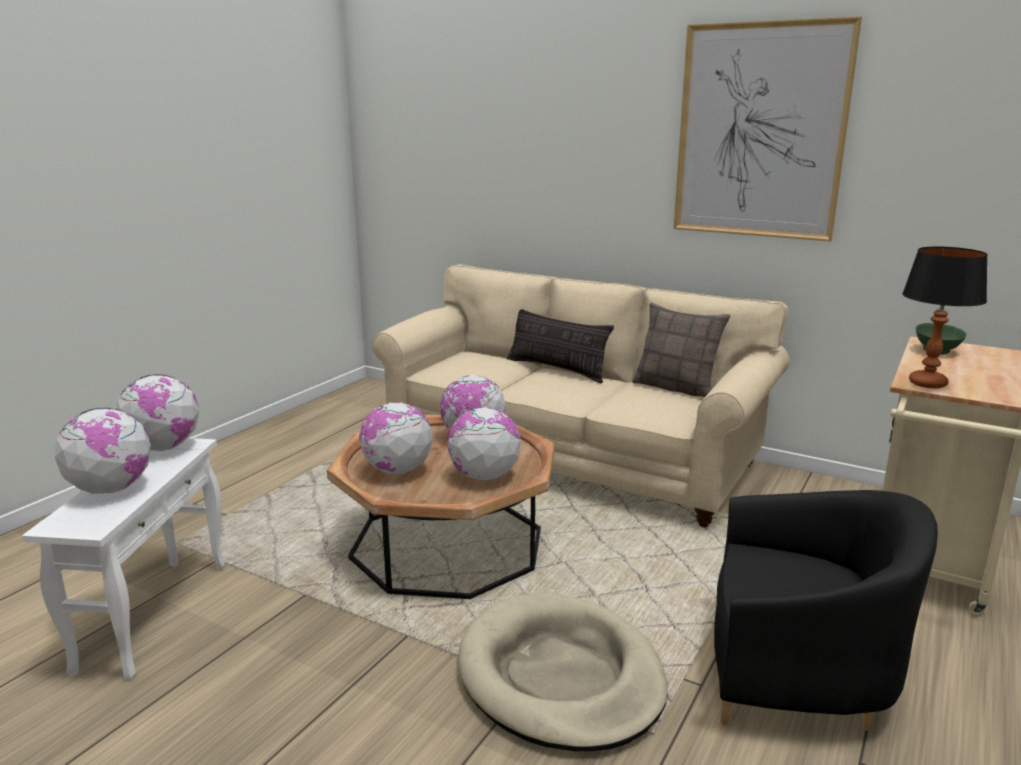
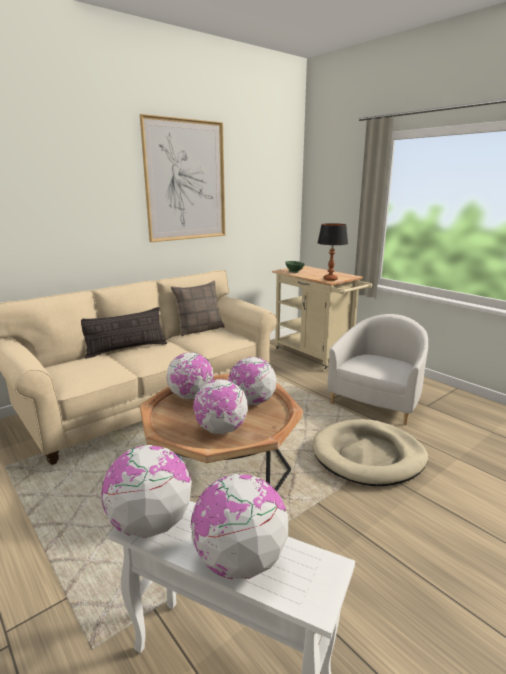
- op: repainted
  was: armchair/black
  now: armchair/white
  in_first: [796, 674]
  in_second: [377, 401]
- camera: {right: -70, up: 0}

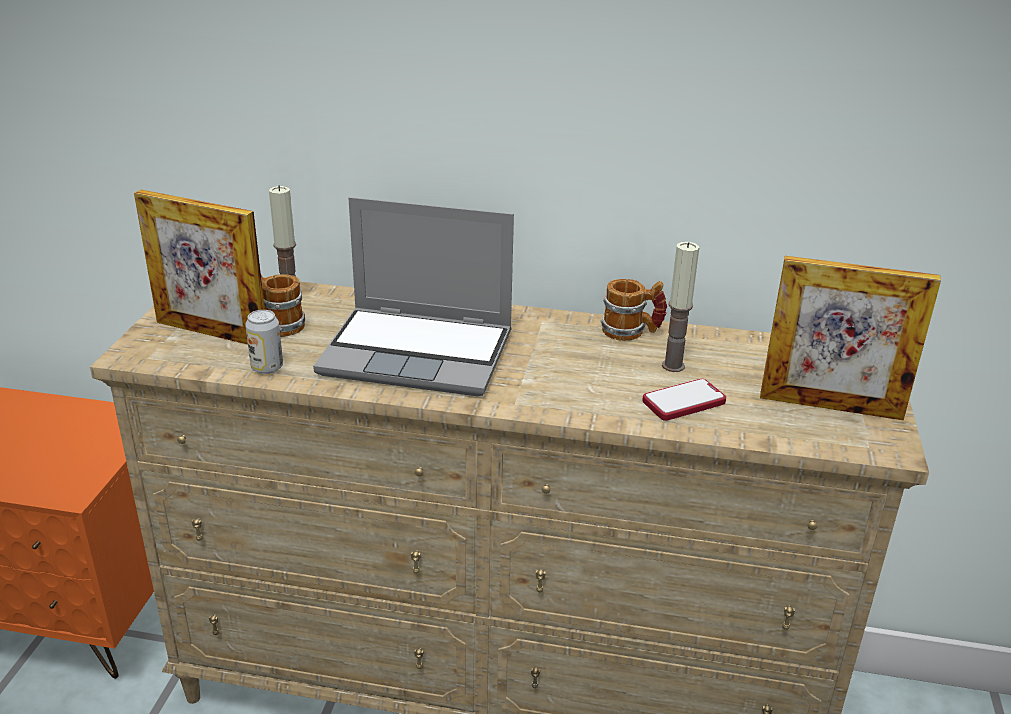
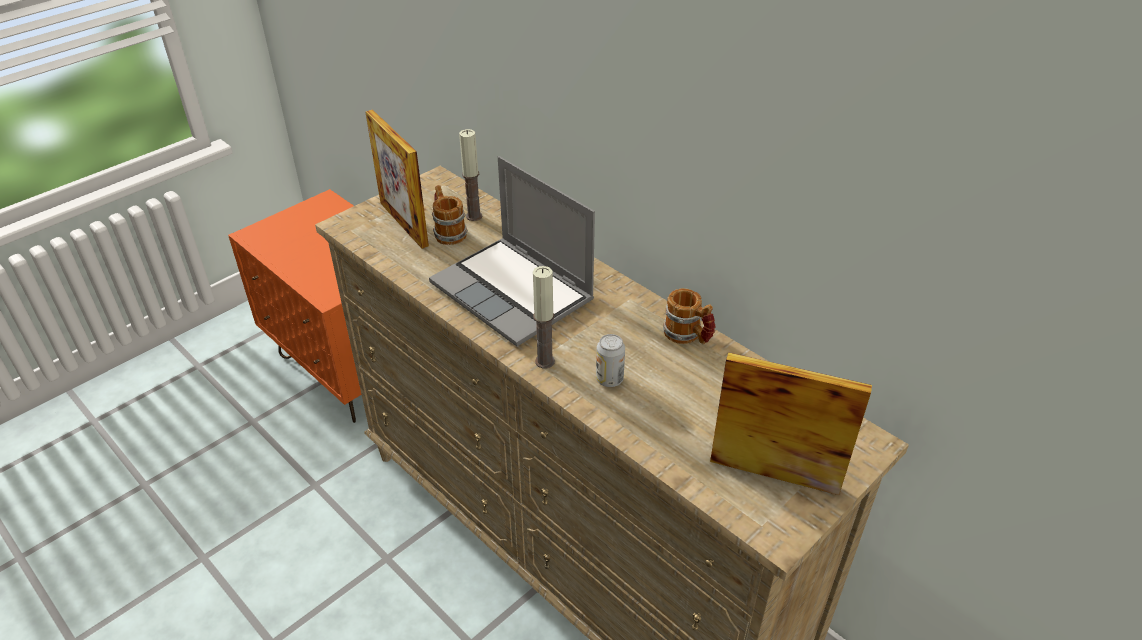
- op: shifted
  was: candle
  in_first: [673, 366]
  in_second: [545, 361]
- op: shifted
  was: can
  in_first: [267, 367]
  in_second: [609, 379]
- op: rotated
  was: picture frame
  in_first: [830, 406]
  in_second: [774, 474]
  clockwise: 150
- op: gone
  was: phone
  in_first: [683, 402]
- camera: {right: 35, up: 10}

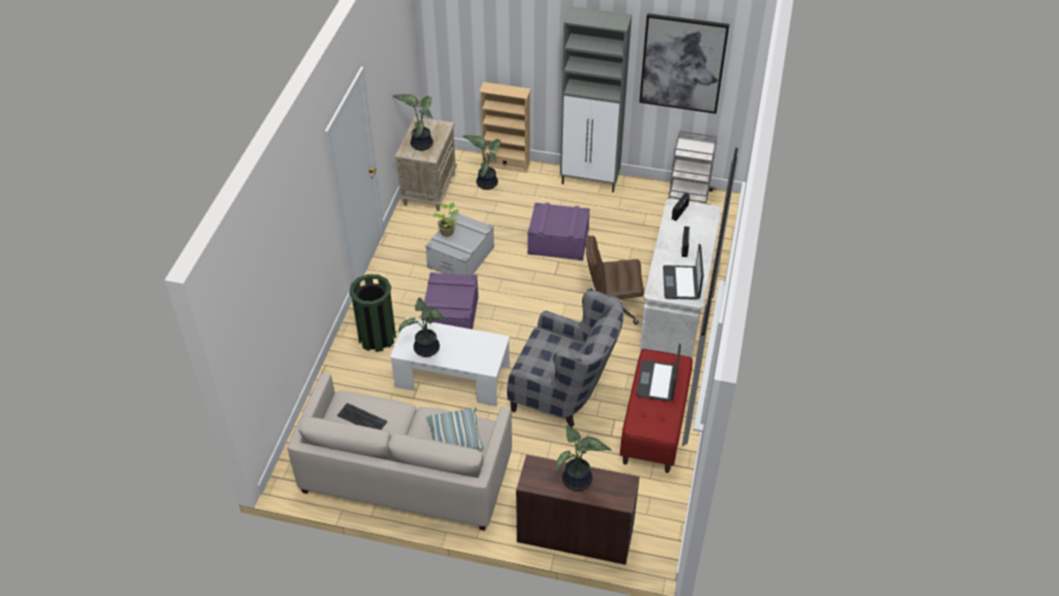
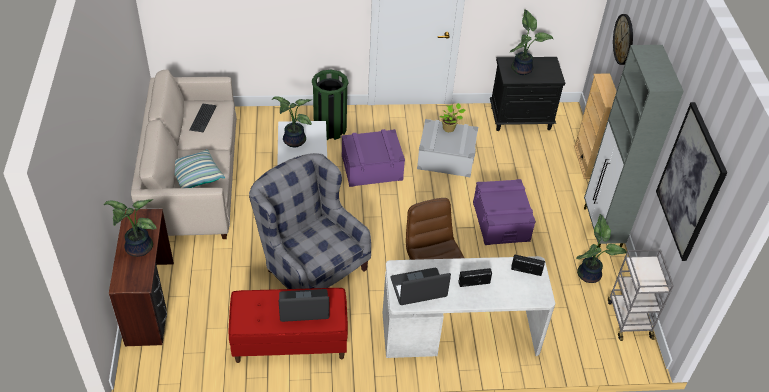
- op: rotated
  was: armchair/grey
  in_first: [565, 392]
  in_second: [310, 264]
  clockwise: 135
- op: repainted
  was: nightstand/beige
  now: nightstand/black
  in_first: [429, 189]
  in_second: [521, 118]
- op: shifted
  was: potted plant
  in_first: [486, 183]
  in_second: [590, 274]
- op: new
  now: wall clock
  in_second: [624, 39]
- camera: {right: 70, up: 0}

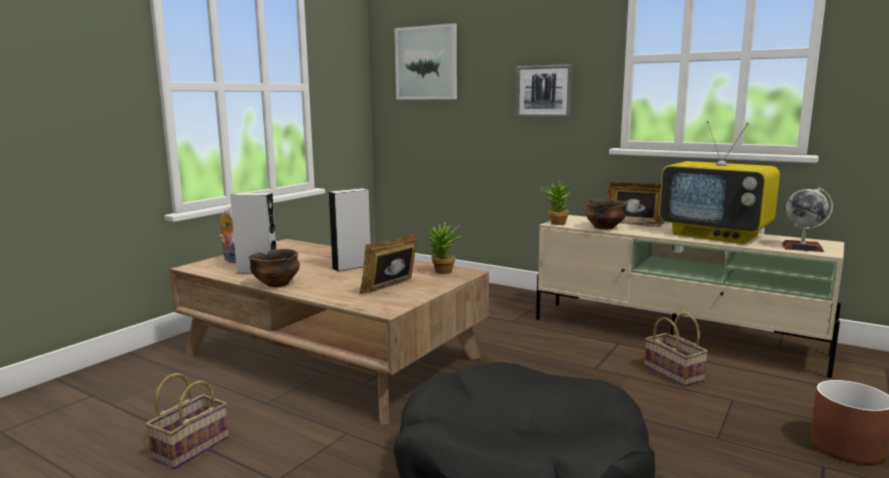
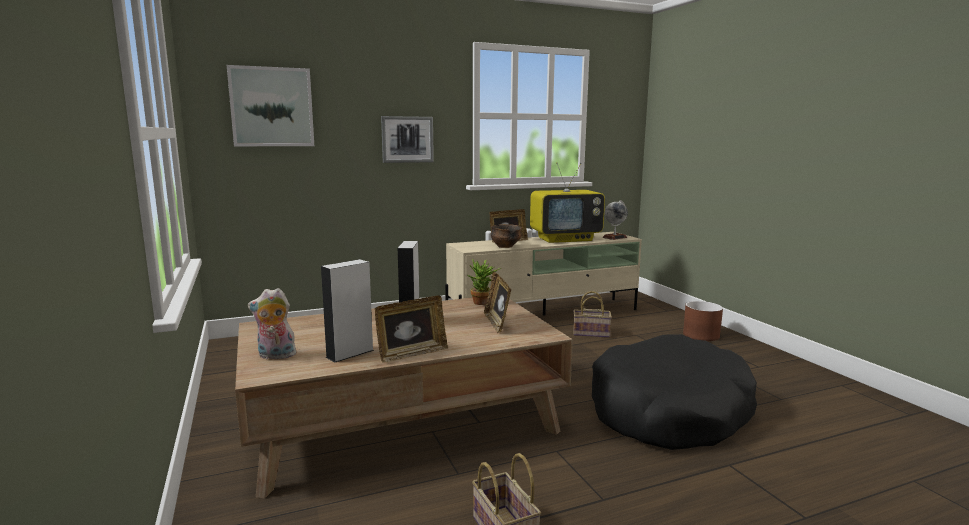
- op: swapped
  was: bowl
  now: picture frame
  in_first: [276, 284]
  in_second: [412, 354]
- op: gone
  was: potted plant
  in_first: [555, 223]
- camera: {right: -55, up: 0}

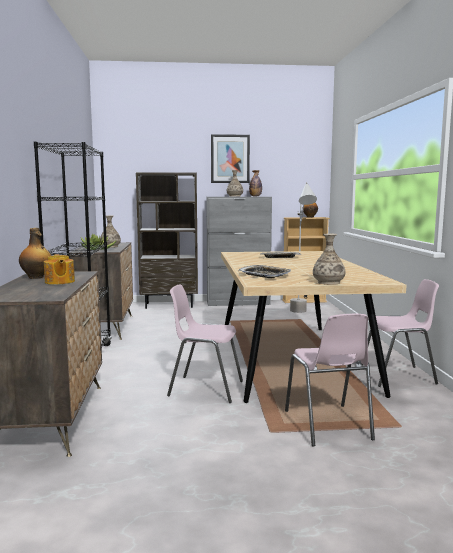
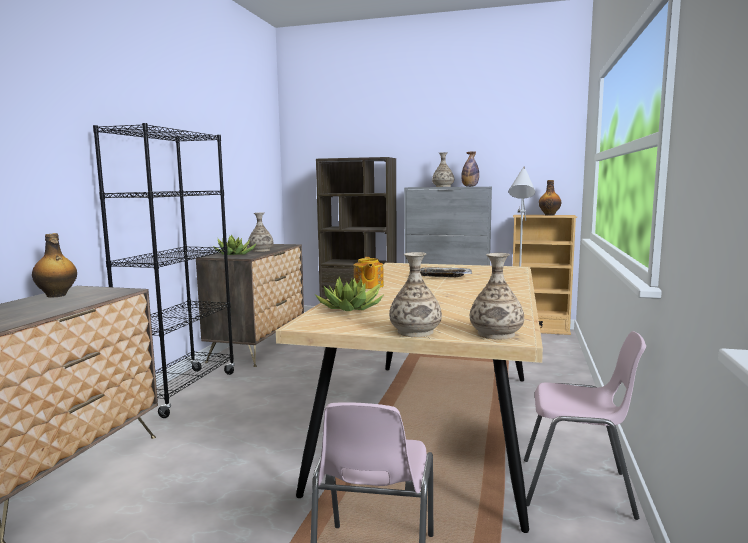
- op: swapped
  was: tray
  now: potted plant
  in_first: [264, 275]
  in_second: [352, 308]
- op: shifted
  was: teapot
  in_first: [59, 282]
  in_second: [368, 286]
- op: new
  now: vase
  in_second: [495, 334]
- op: gone
  was: chair/pink
  in_first: [205, 388]
- op: gone
  was: picture
  in_first: [230, 159]
- camera: {right: 20, up: 0}

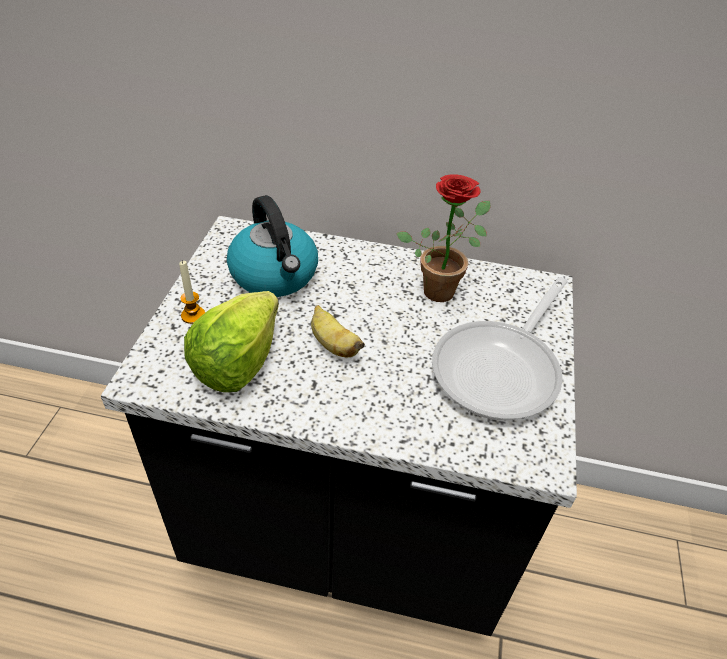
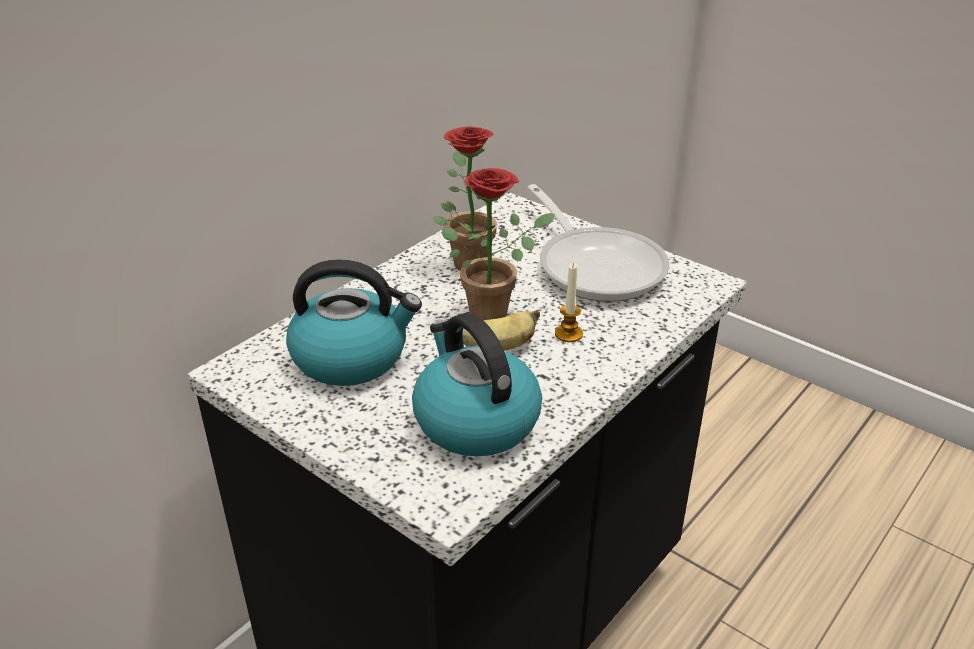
- op: swapped
  was: lettuce
  now: kettle
  in_first: [237, 362]
  in_second: [474, 420]
- op: new
  now: potted plant
  in_second: [496, 311]
- op: shifted
  was: candle
  in_first: [193, 315]
  in_second: [568, 334]
- camera: {right: -60, up: -10}

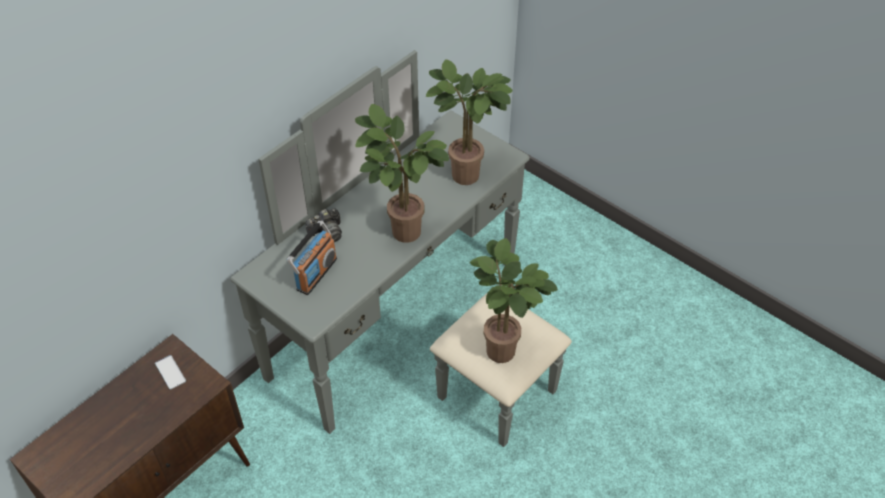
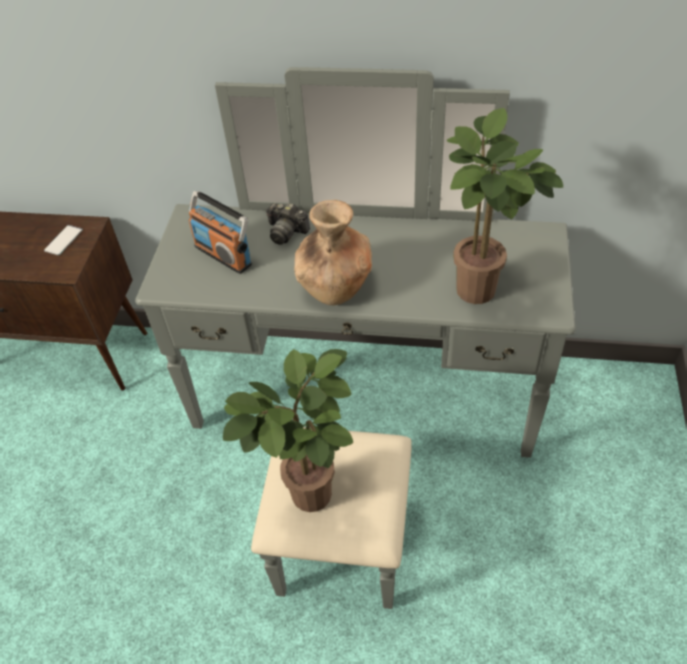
- op: rotated
  was: radio
  in_first: [316, 274]
  in_second: [224, 255]
  clockwise: 45
- op: swapped
  was: potted plant
  now: vase/brown
  in_first: [401, 233]
  in_second: [335, 285]
- camera: {right: 60, up: 0}

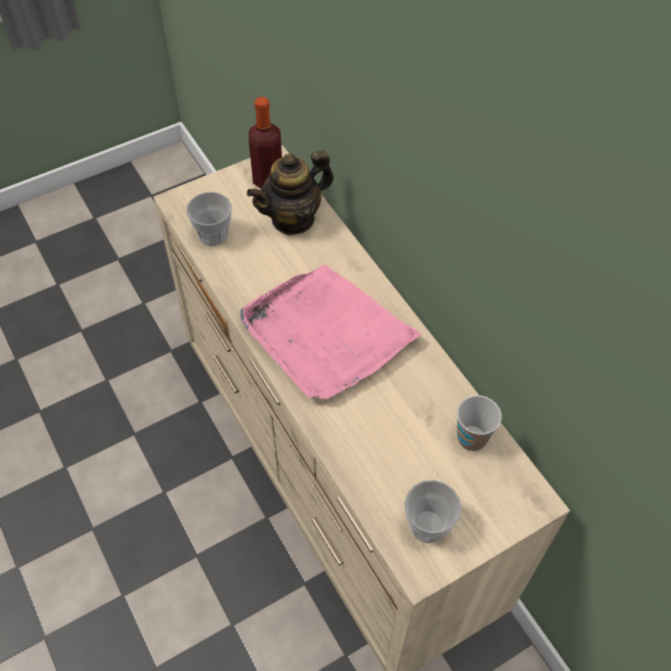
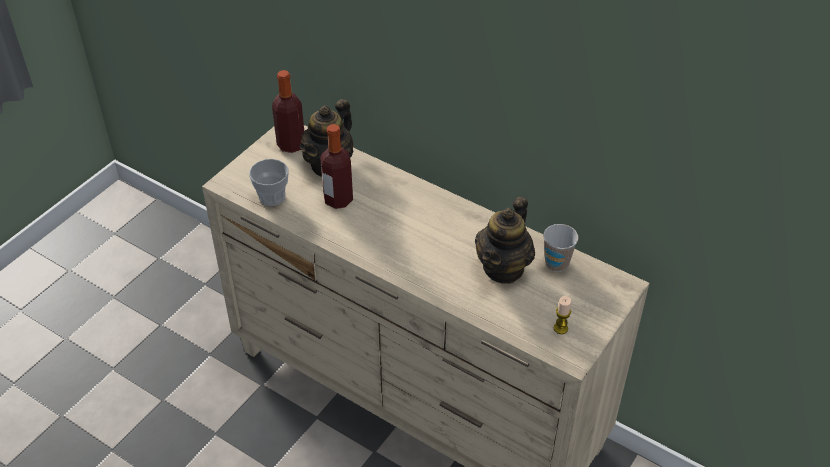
- op: new
  now: bottle
  in_second: [338, 200]
- op: new
  now: teapot
  in_second: [503, 268]
- op: swapped
  was: cup
  now: candle
  in_first: [428, 525]
  in_second: [560, 328]
- op: gone
  was: tray/pink
  in_first: [326, 334]
- camera: {right: -25, up: -10}

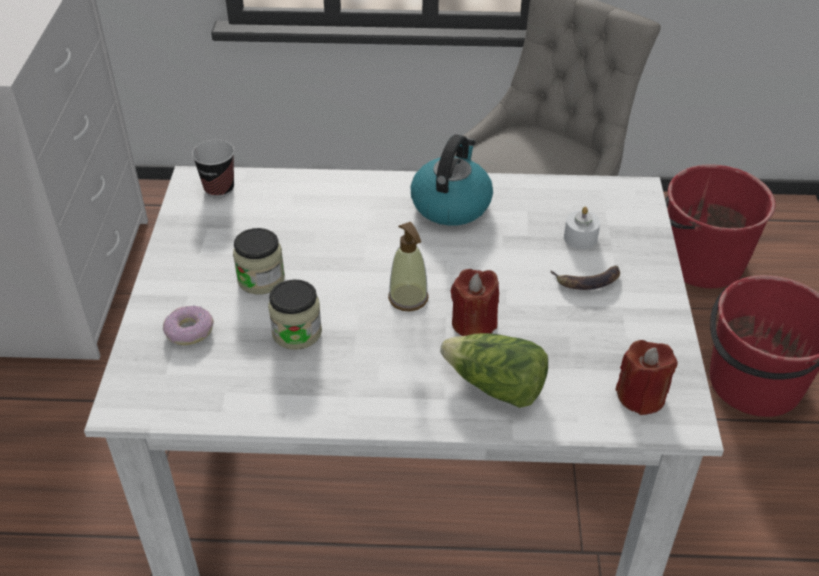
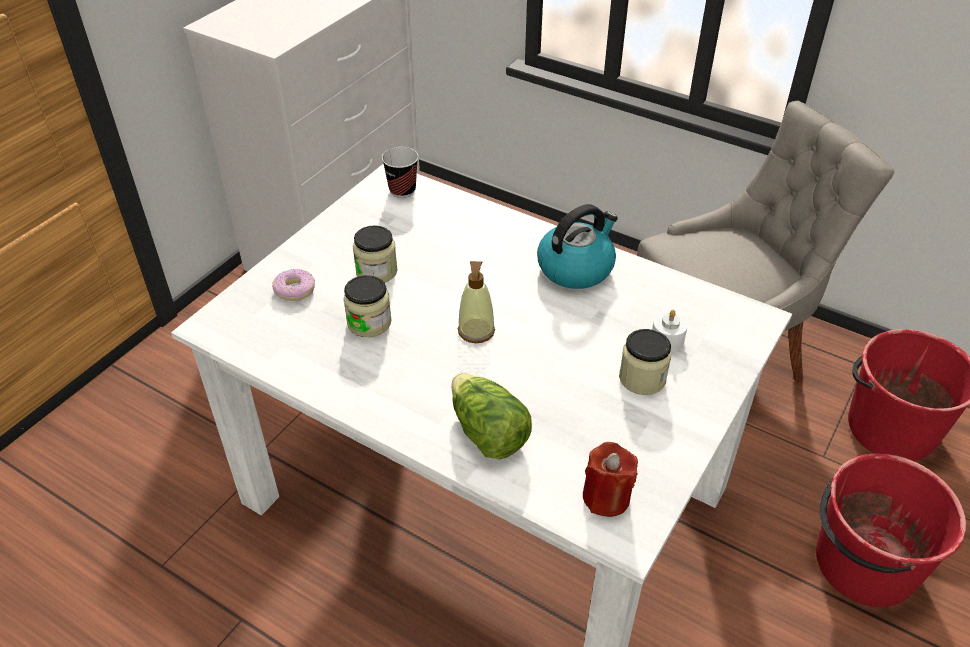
- op: swapped
  was: banana
  now: jar
  in_first: [587, 281]
  in_second: [642, 378]
- op: gone
  was: candle/red
  in_first: [474, 323]
- camera: {right: 30, up: 0}

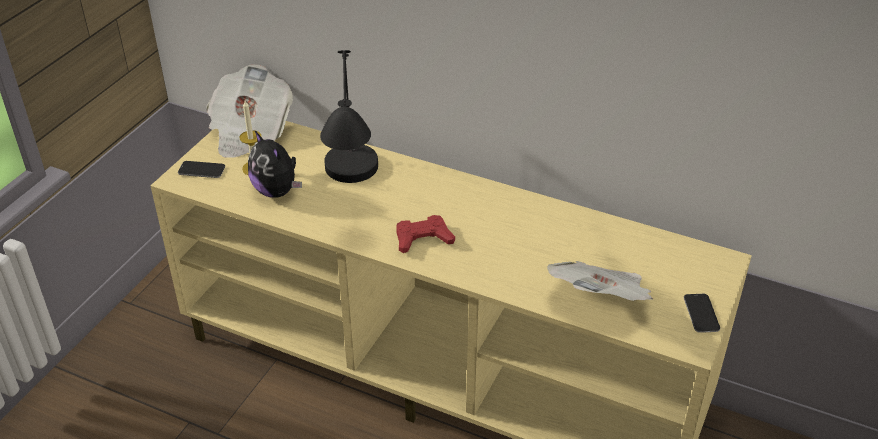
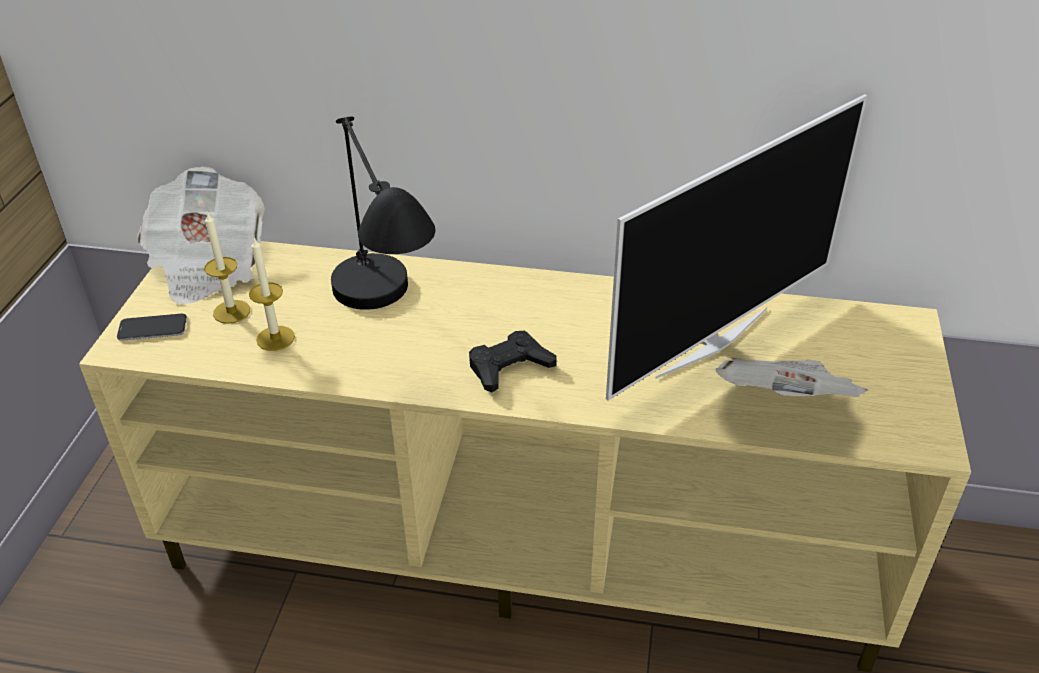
- op: swapped
  was: plush toy
  now: candle
  in_first: [277, 191]
  in_second: [275, 338]
- op: repainted
  was: game controller/red
  now: game controller/black
  in_first: [423, 238]
  in_second: [509, 367]
- op: new
  now: television
  in_second: [710, 341]
- op: gone
  was: phone
  in_first: [701, 314]
- camera: {right: -15, up: 0}

